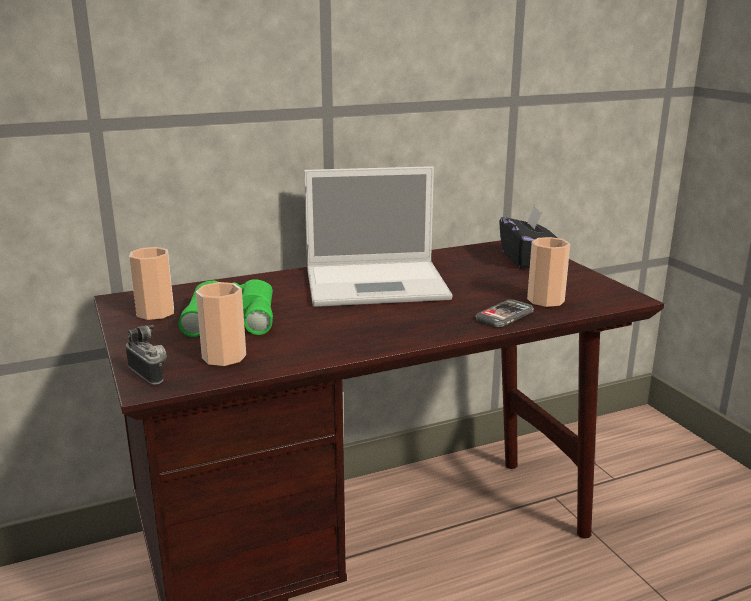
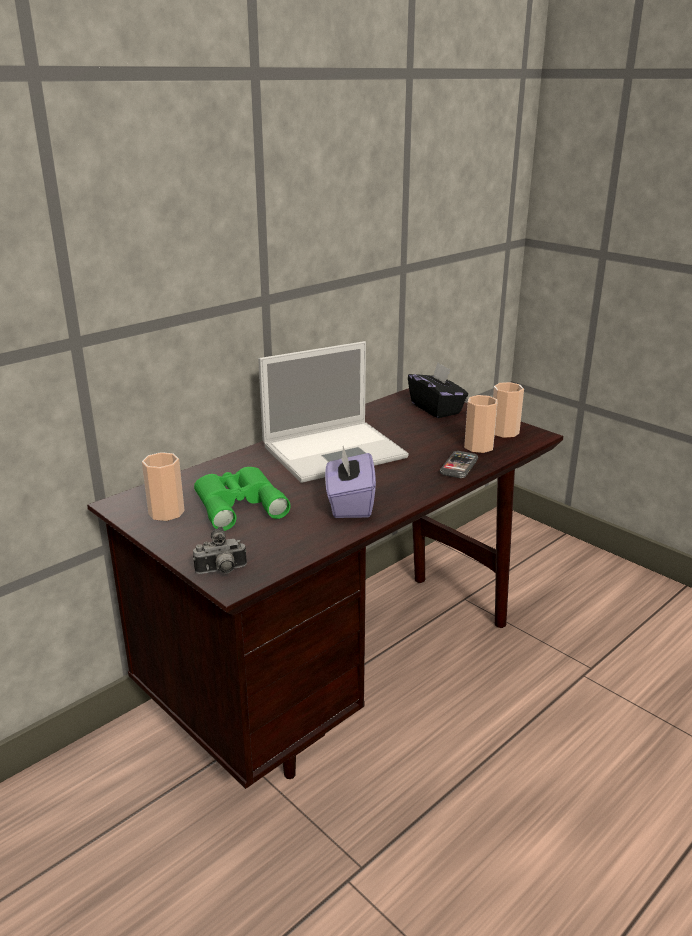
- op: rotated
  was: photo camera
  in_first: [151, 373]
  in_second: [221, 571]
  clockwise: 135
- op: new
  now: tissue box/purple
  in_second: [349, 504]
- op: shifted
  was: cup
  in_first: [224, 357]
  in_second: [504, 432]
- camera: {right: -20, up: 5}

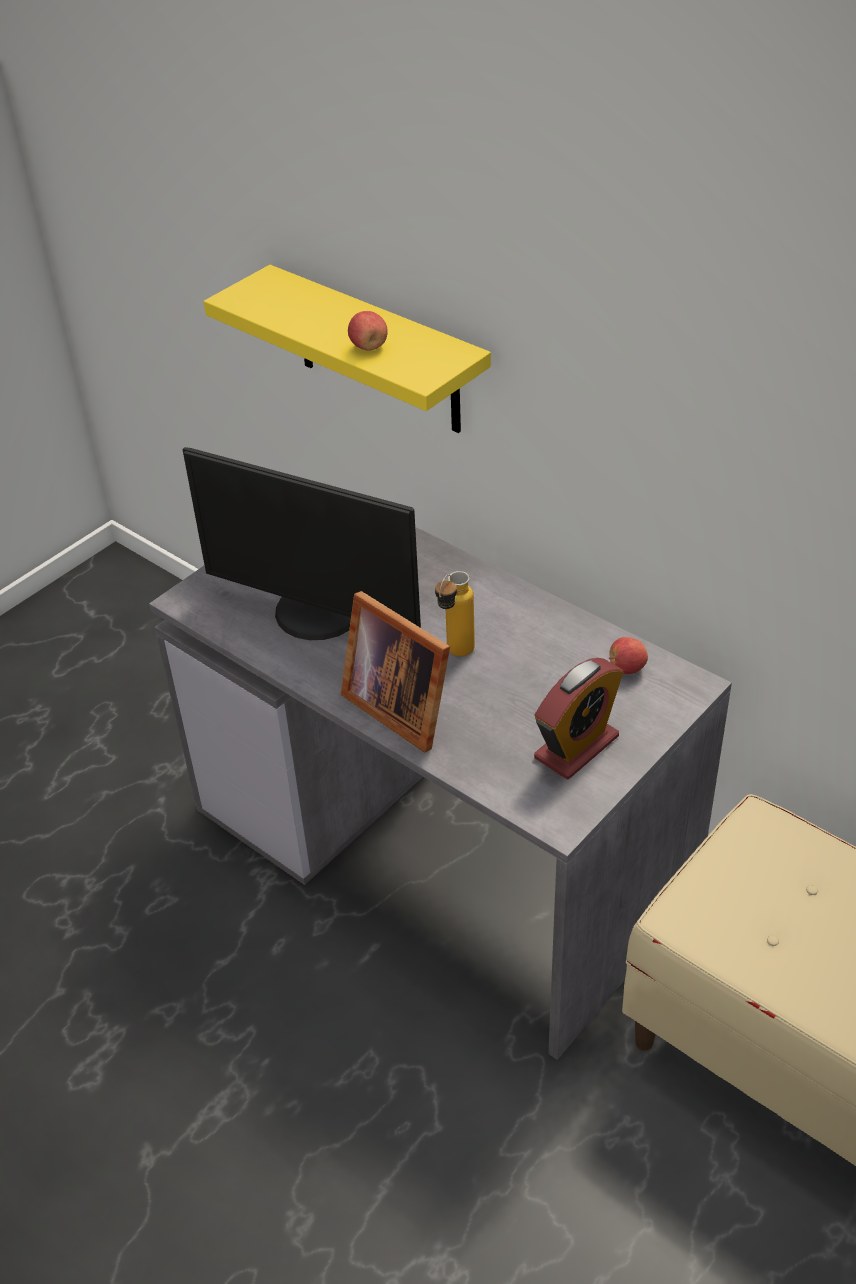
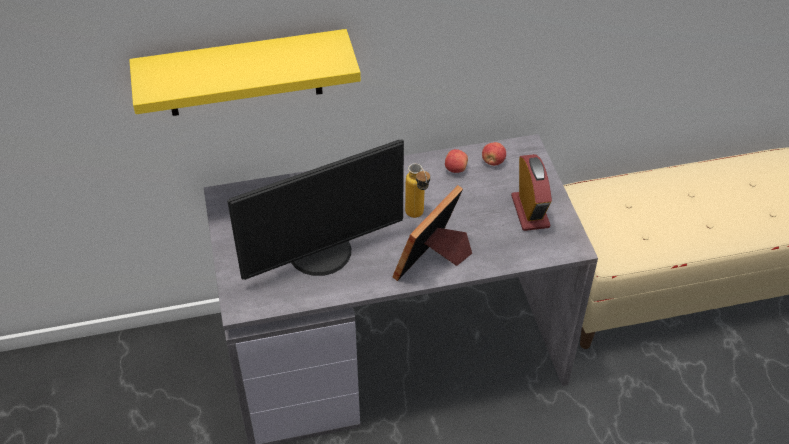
- op: rotated
  was: picture frame
  in_first: [399, 706]
  in_second: [434, 260]
  clockwise: 135
- op: shifted
  was: apple
  in_first: [368, 347]
  in_second: [455, 169]
- camera: {right: -55, up: 5}

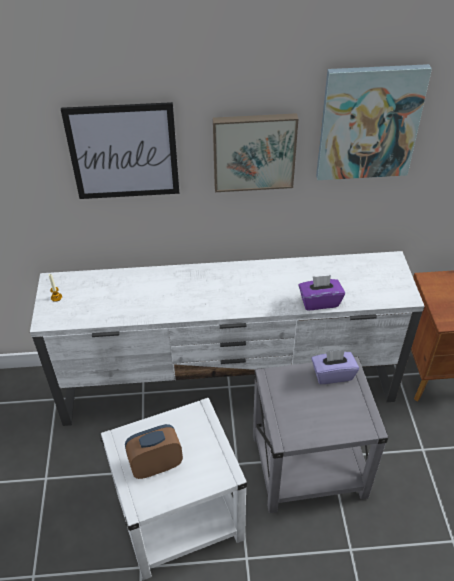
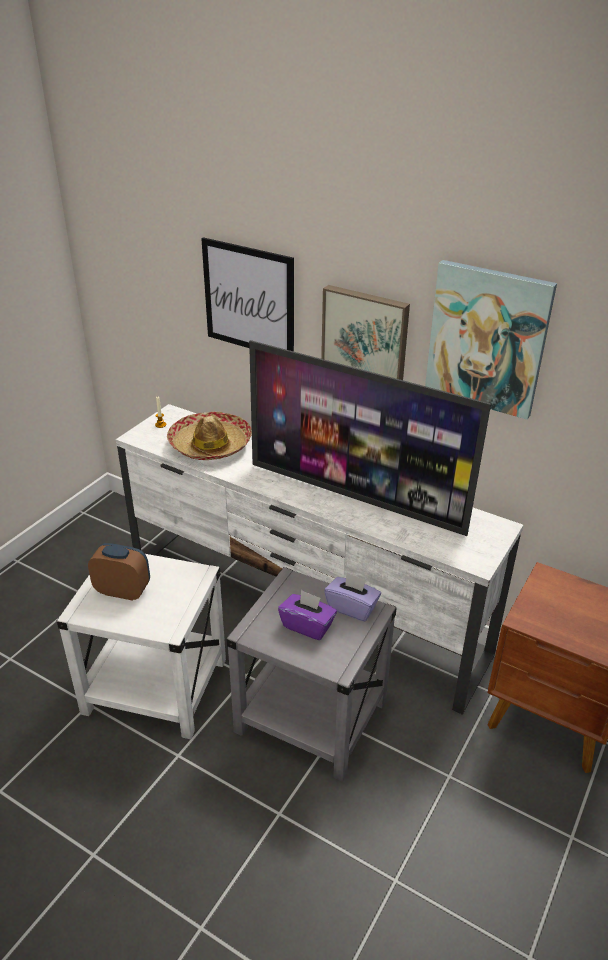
- op: new
  now: hat
  in_second: [210, 445]
- op: new
  now: television
  in_second: [356, 496]
- op: shifted
  was: tissue box/purple
  in_first: [319, 301]
  in_second: [307, 626]
- camera: {right: 35, up: -10}

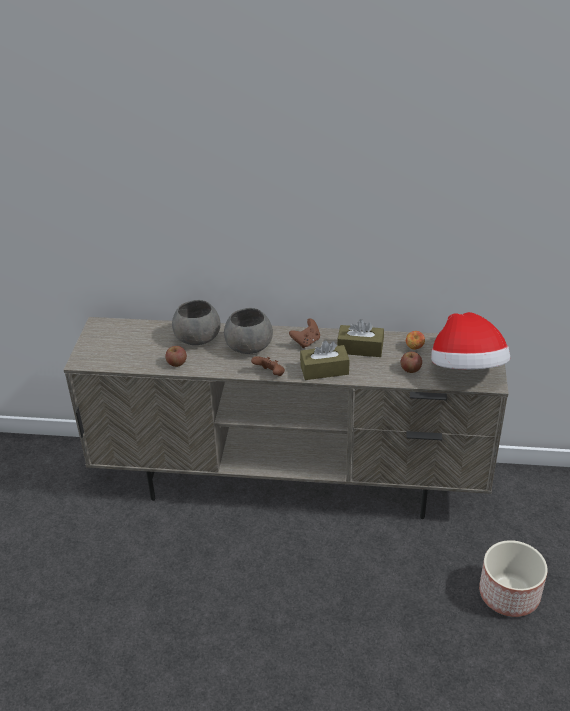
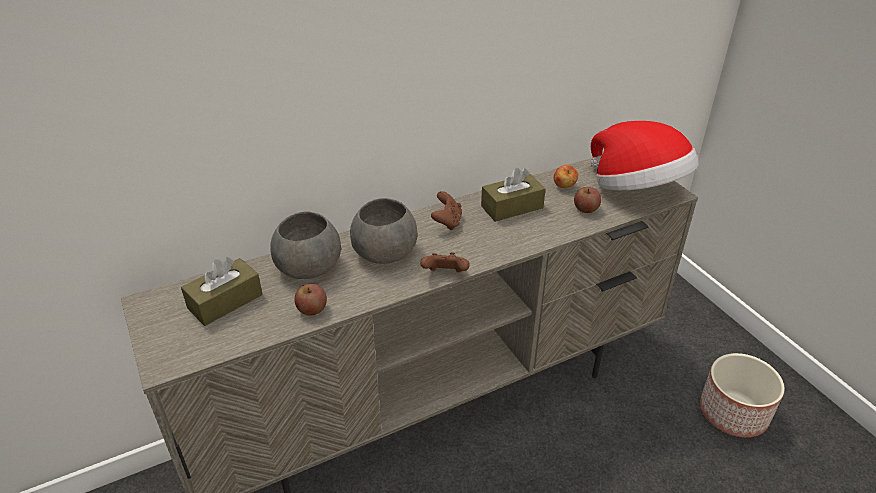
- op: shifted
  was: tissue box/brown
  in_first: [324, 370]
  in_second: [225, 301]
- camera: {right: -35, up: 0}

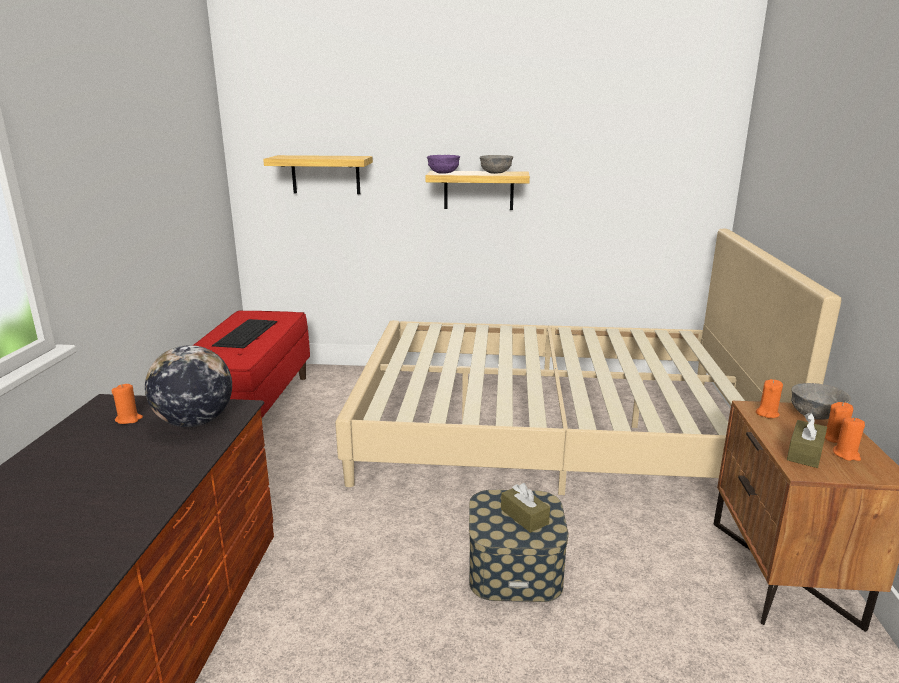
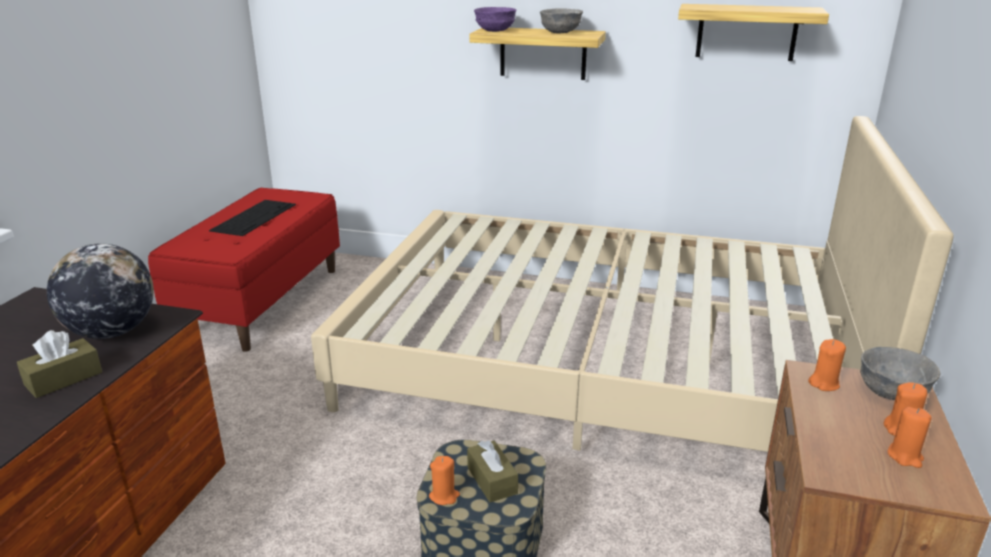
- op: shifted
  was: tissue box/brown
  in_first: [805, 453]
  in_second: [63, 379]
- op: shifted
  was: candle/orange
  in_first: [129, 419]
  in_second: [444, 496]
- op: shifted
  was: shelf
  in_first: [325, 174]
  in_second: [746, 32]
- camera: {right: 10, up: 5}

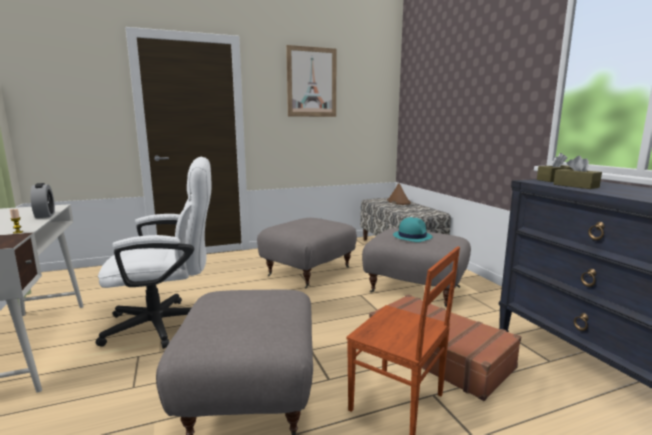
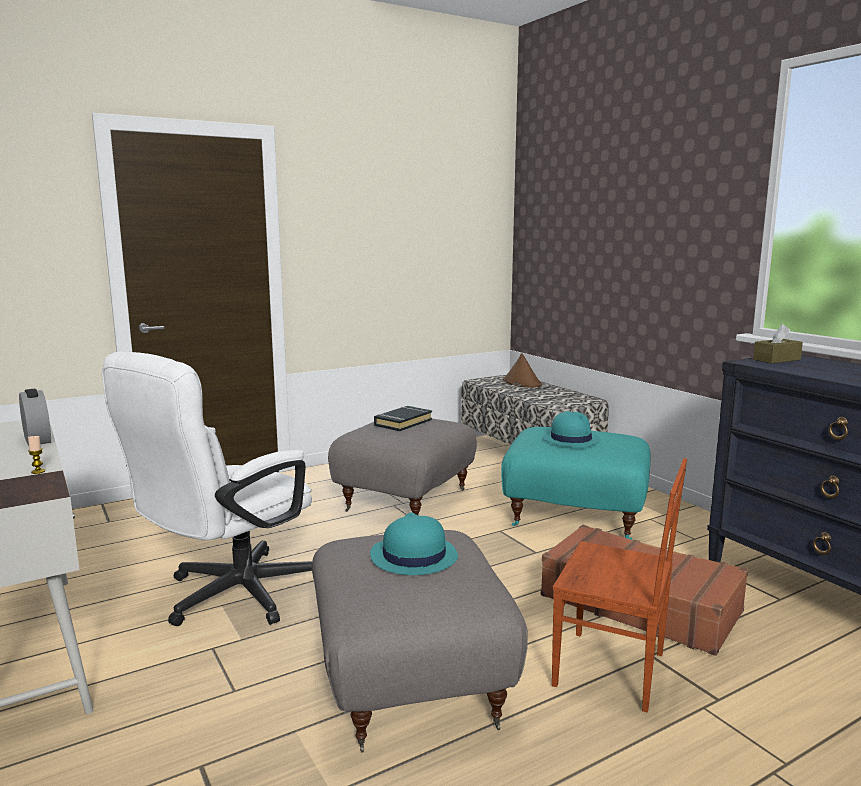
- op: rotated
  was: office chair/white
  in_first: [168, 323]
  in_second: [229, 597]
  clockwise: 150
- op: new
  now: hat/turquoise
  in_second: [413, 556]
- op: new
  now: book/black
  in_second: [403, 422]
- op: repainted
  was: ottoman/grey
  now: ottoman/turquoise
  in_first: [416, 289]
  in_second: [575, 516]
- op: gone
  was: picture
  in_first: [311, 82]
- op: gone
  was: tissue box/brown
  in_first: [575, 186]
- camera: {right: -10, up: 0}

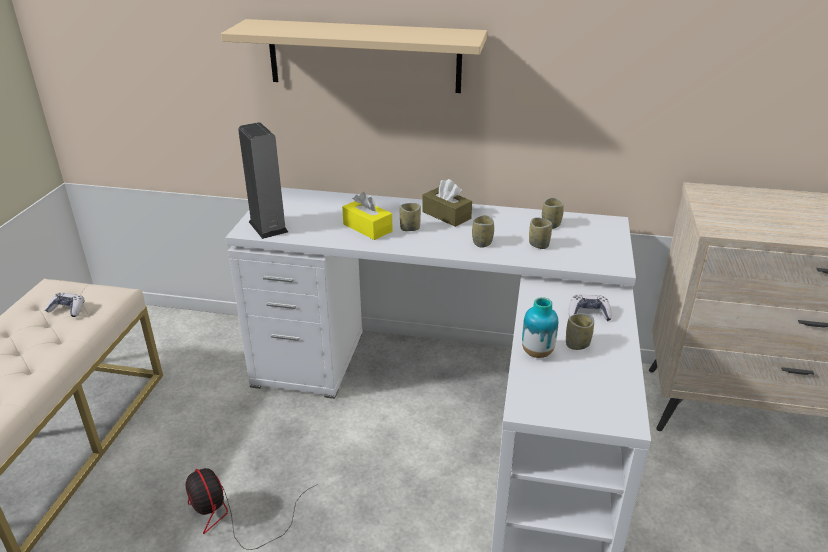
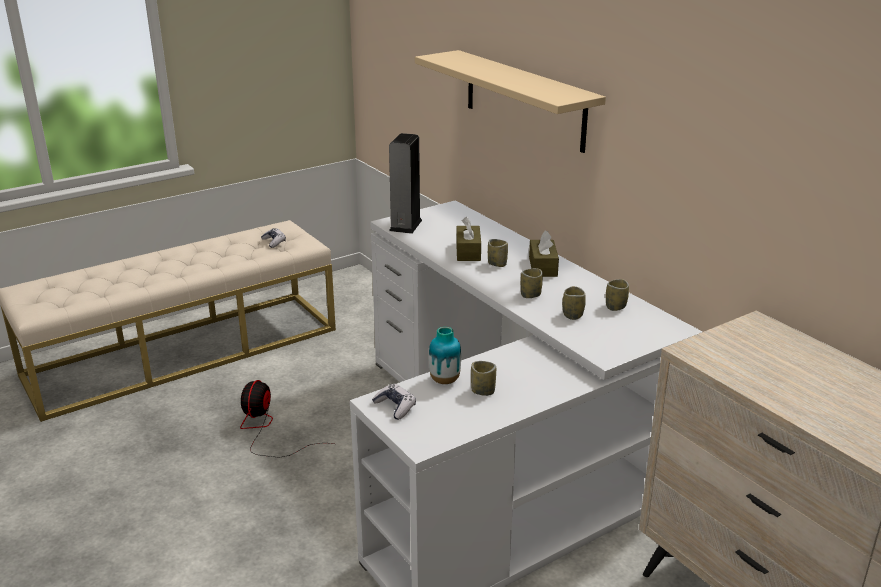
- op: shifted
  was: game controller
  in_first: [588, 313]
  in_second: [395, 407]
- op: repainted
  was: tissue box/yellow
  now: tissue box/brown
  in_first: [367, 228]
  in_second: [468, 251]
- camera: {right: 45, up: -5}

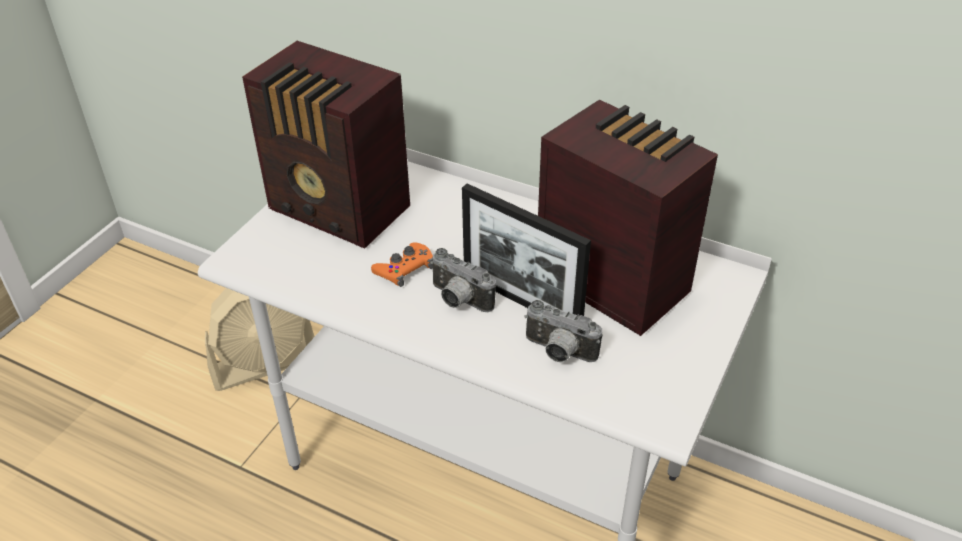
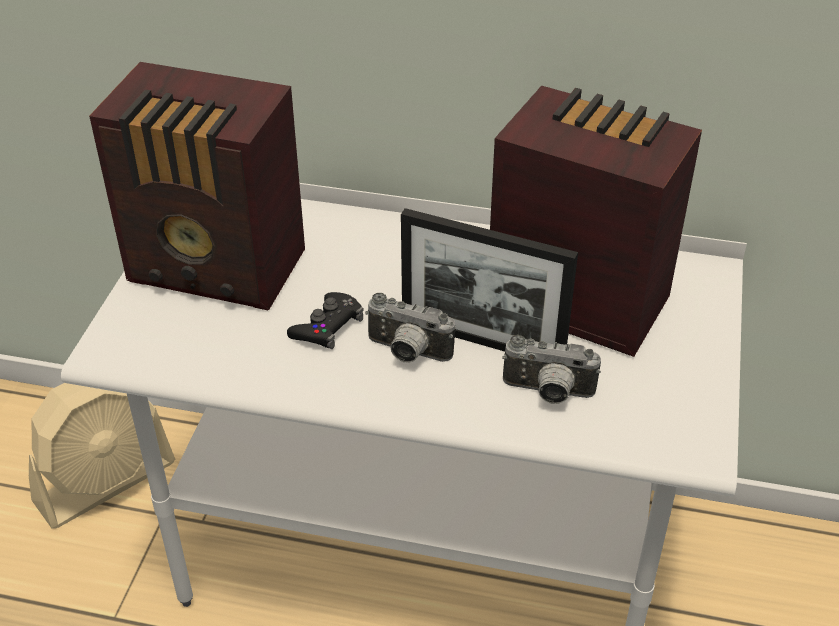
- op: repainted
  was: game controller/orange
  now: game controller/black
  in_first: [404, 269]
  in_second: [327, 327]
- camera: {right: -15, up: 0}

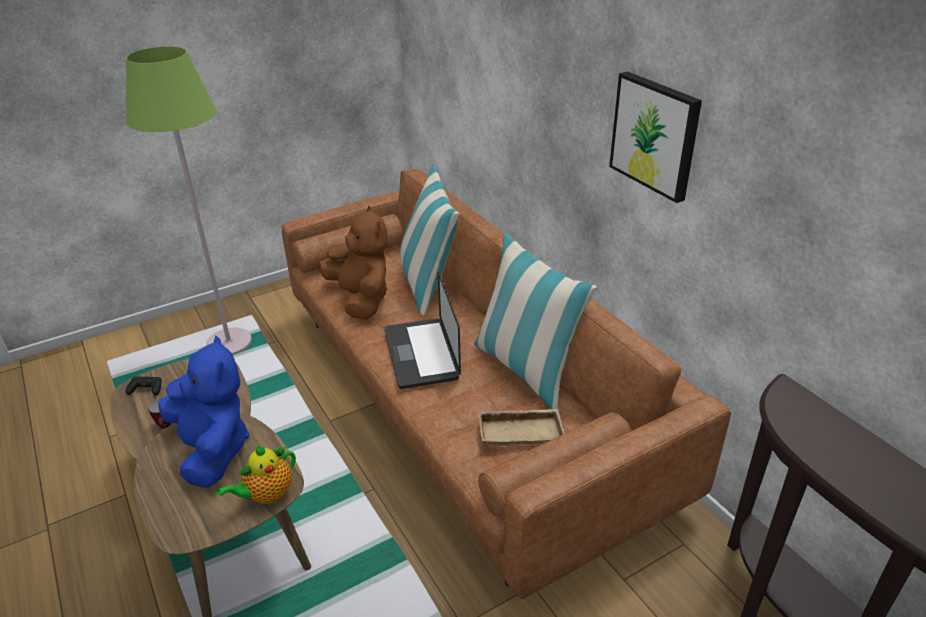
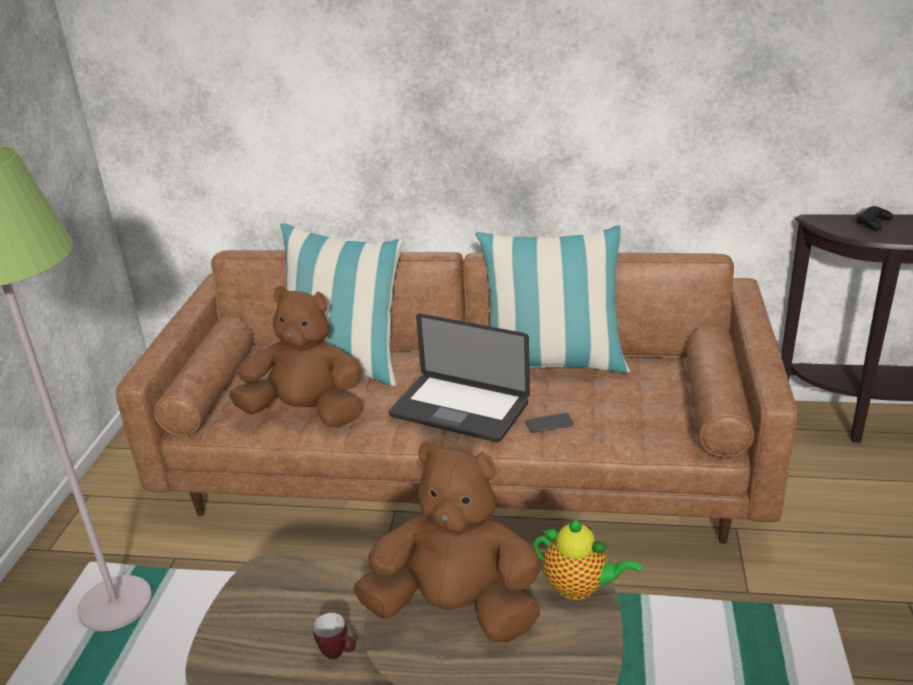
- op: repainted
  was: plush toy/blue
  now: plush toy/brown
  in_first: [212, 450]
  in_second: [456, 609]
- op: new
  now: phone
  in_second: [549, 423]
- op: rotated
  was: teapot
  in_first: [267, 495]
  in_second: [580, 588]
  clockwise: -60
- op: shifted
  was: game controller/black
  in_first: [146, 389]
  in_second: [873, 223]
- op: gone
  was: tray/beige
  in_first: [521, 431]
- op: gone
  was: picture
  in_first: [655, 135]
- camera: {right: -50, up: -5}

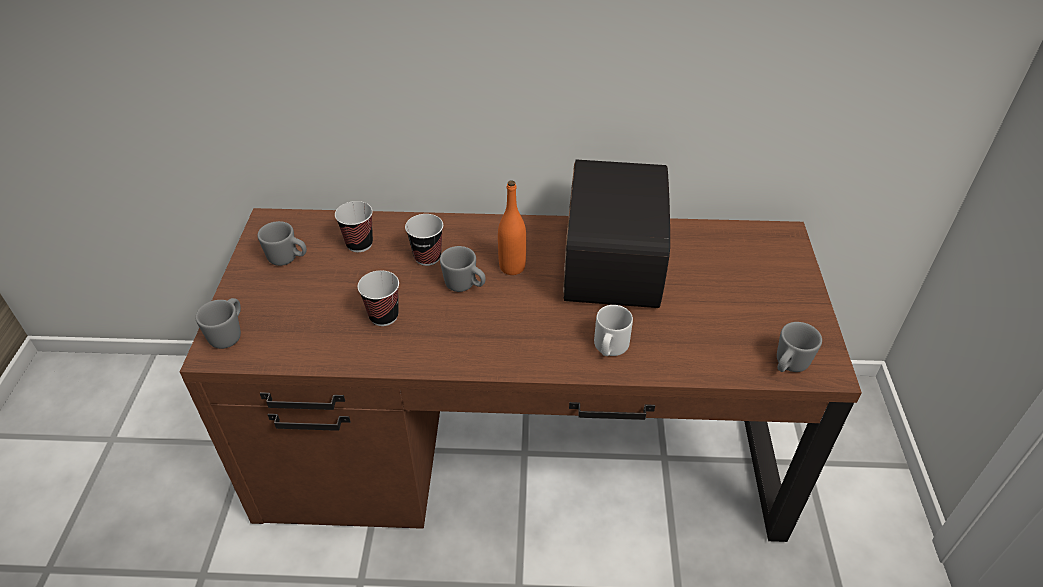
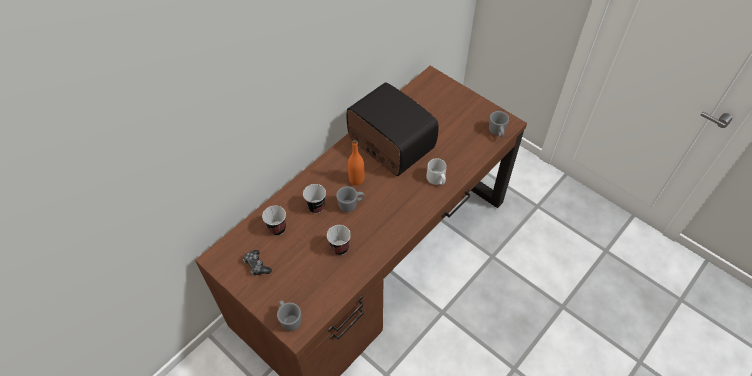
- op: swapped
  was: mug/grey
  now: game controller
  in_first: [288, 259]
  in_second: [257, 265]
- camera: {right: -50, up: 10}

